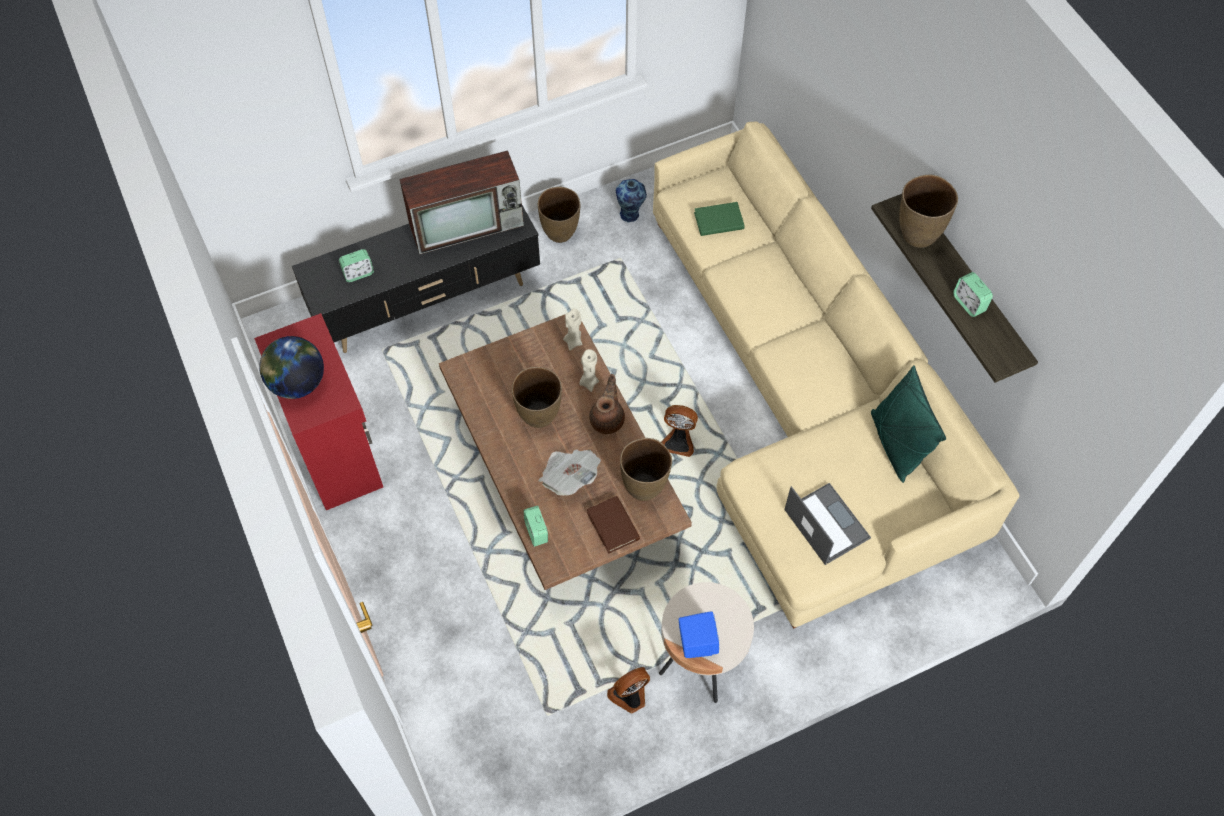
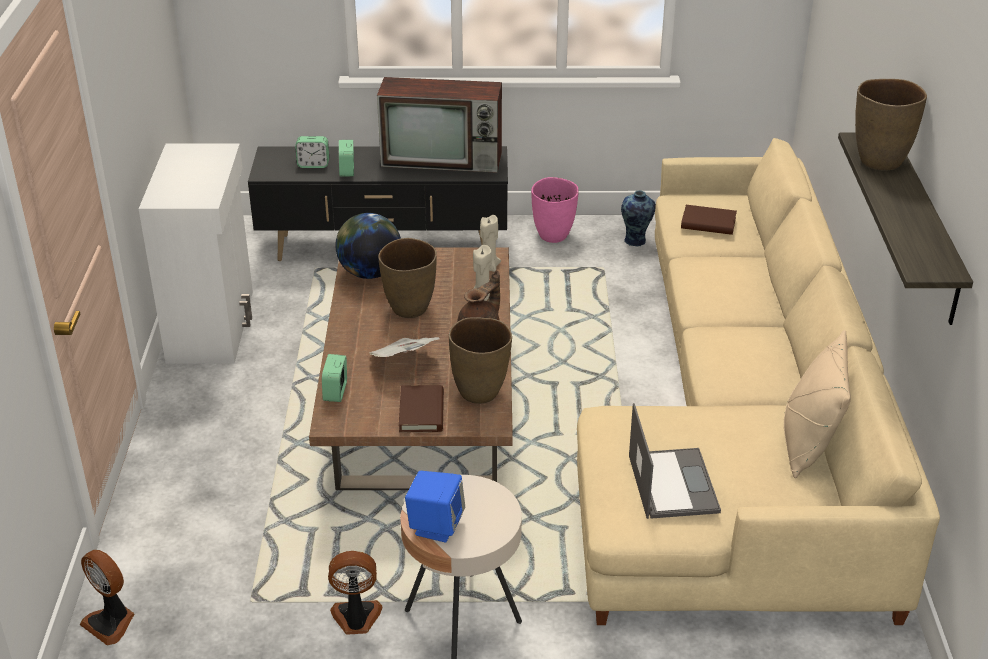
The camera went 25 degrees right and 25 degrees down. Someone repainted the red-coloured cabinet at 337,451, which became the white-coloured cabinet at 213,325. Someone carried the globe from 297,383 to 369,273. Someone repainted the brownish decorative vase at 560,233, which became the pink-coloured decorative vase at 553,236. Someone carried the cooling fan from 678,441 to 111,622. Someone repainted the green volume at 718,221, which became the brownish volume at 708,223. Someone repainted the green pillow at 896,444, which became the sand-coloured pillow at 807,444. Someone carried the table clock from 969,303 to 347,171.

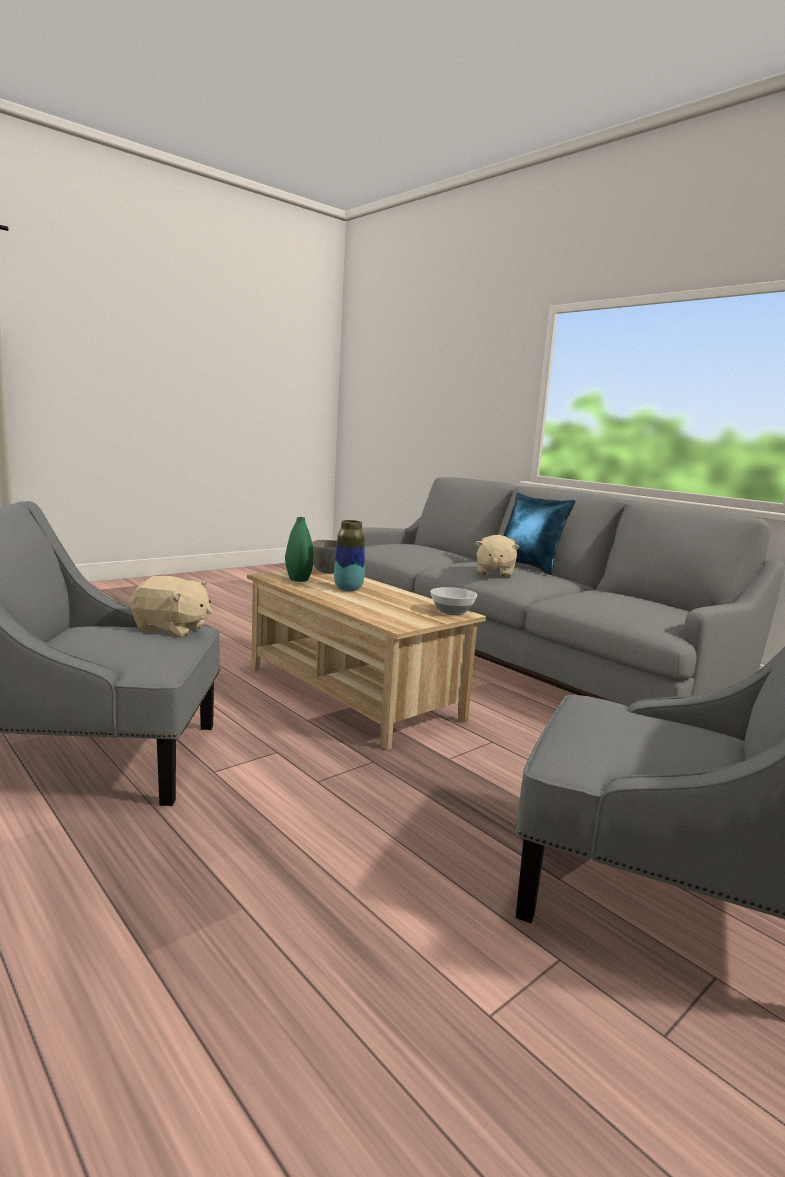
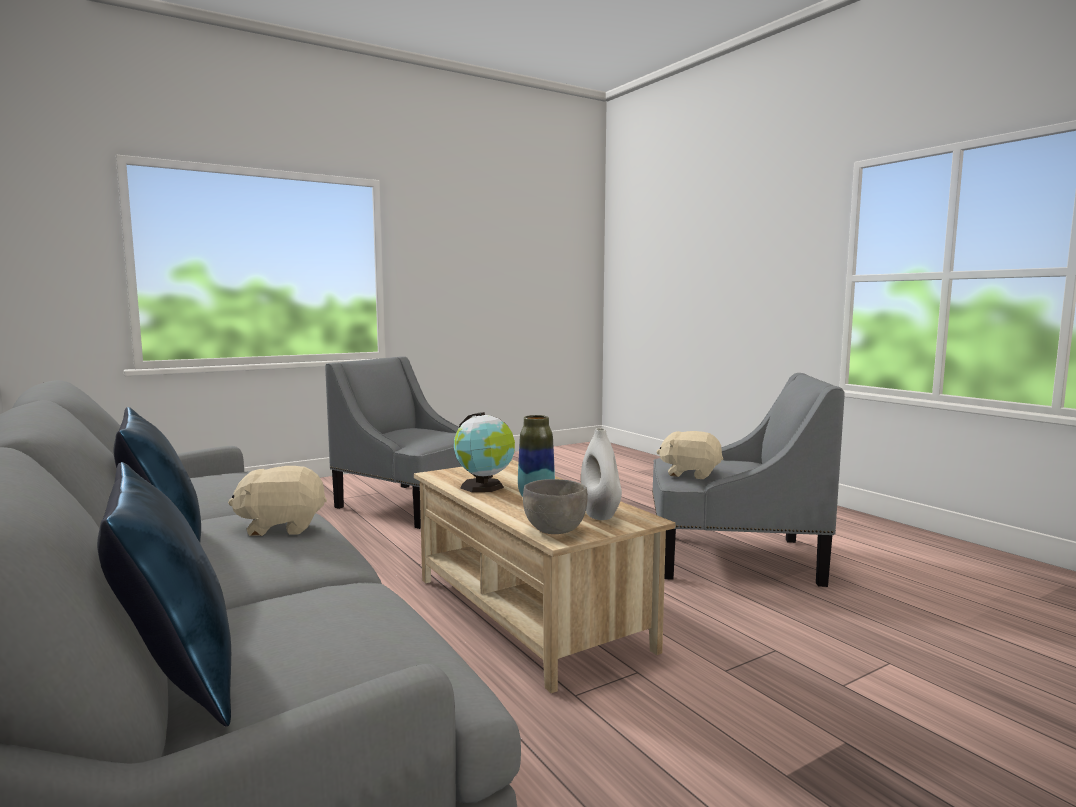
The camera went 170 degrees left and 5 degrees down. Someone repainted the green decorative vase at 298,578, which became the white-coloured decorative vase at 600,514. Someone took away the serving bowl at 451,612. Someone rotated the sand-coloured soft toy at 494,572 by 120 degrees counterclockwise. Someone put down the bluish pillow at 177,678. Someone put down the globe at 484,486.

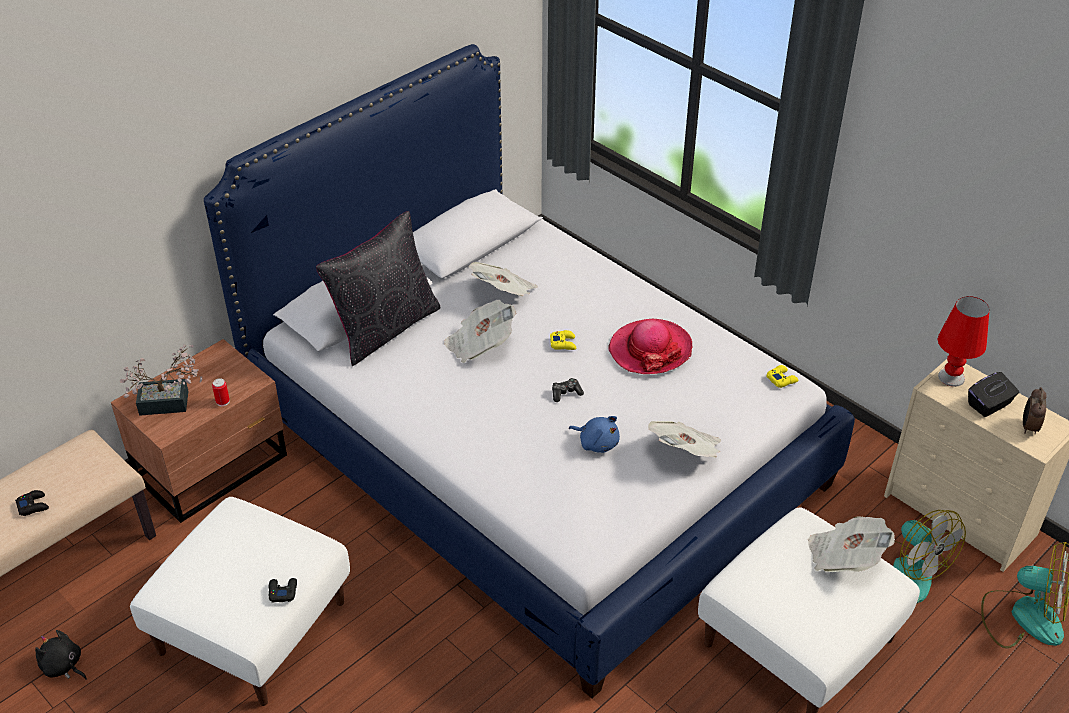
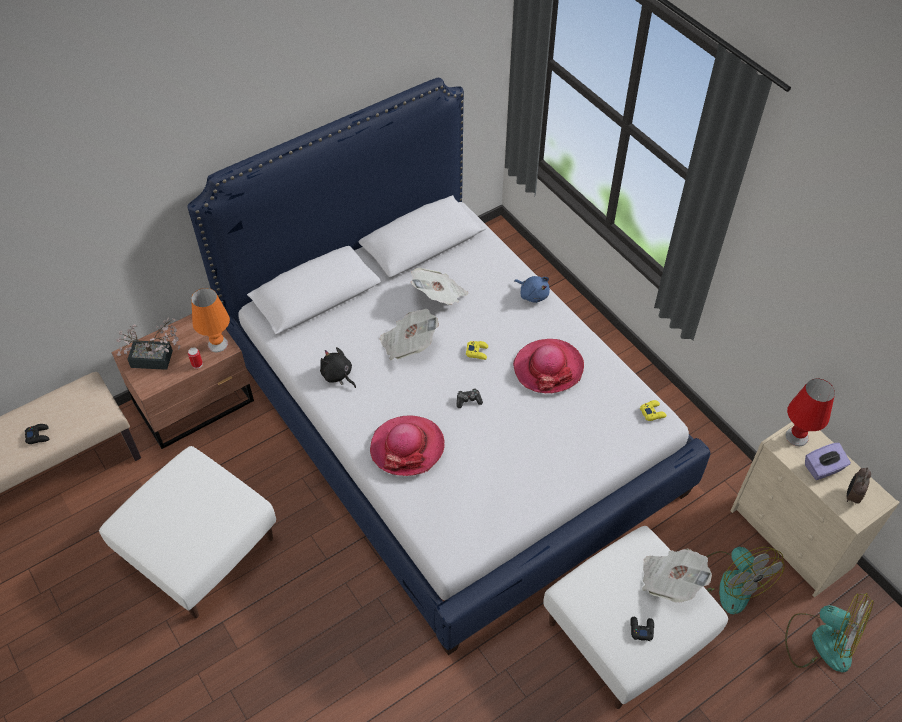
The camera went 10 degrees right and 10 degrees up. Someone carried the blackish soft toy from 63,666 to 338,375. Someone carried the blackish game controller from 282,592 to 641,629. Someone took away the blackish pillow at 385,328. Someone carried the bluish soft toy from 597,443 to 533,294. Someone took away the newspaper at 686,452. Someone repainted the blackish tissue holder at 989,405, which became the purplish tissue holder at 823,468. Someone put down the orange-coloured table lamp at 217,344. Someone put down the wearable hat at 407,447.

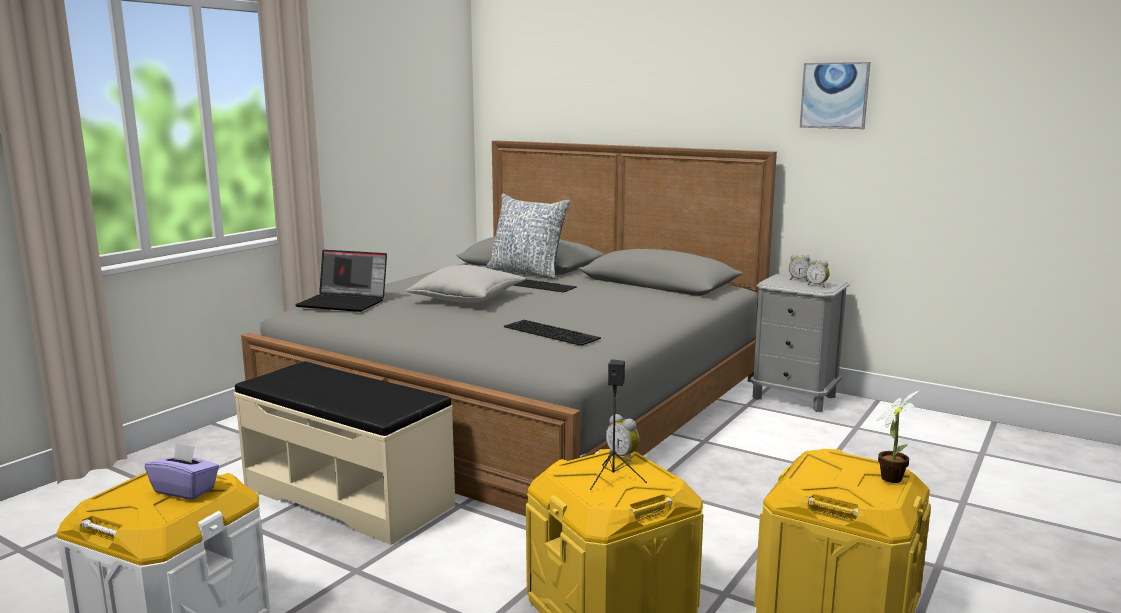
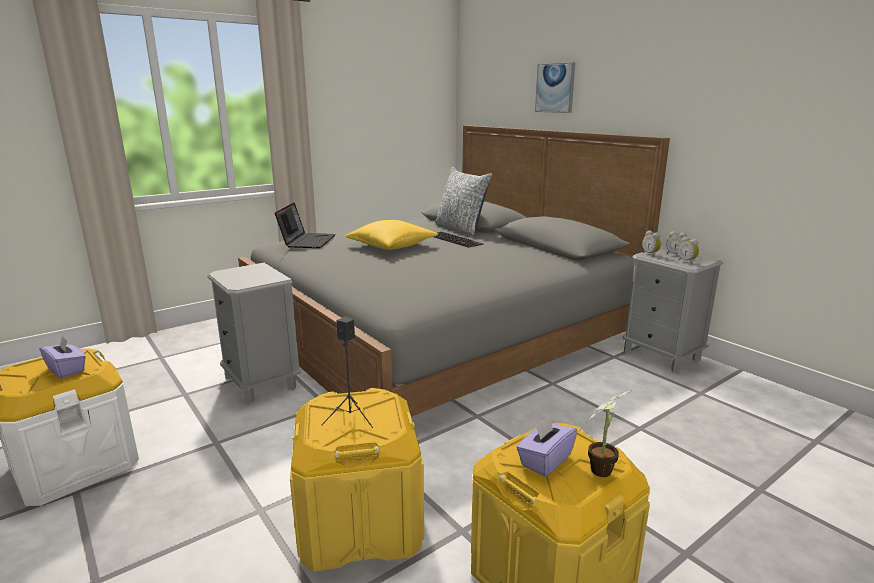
The camera went 20 degrees right and 5 degrees up. Someone swapped the sand-coloured long seat at 349,495 for the greyish nightstand at 261,382. Someone rotated the portable computer at 344,303 by 120 degrees counterclockwise. Someone repainted the greyish pillow at 467,299, which became the yellowish pillow at 392,246. Someone took away the PC keyboard at 553,332. Someone carried the table clock from 623,457 to 651,254. Someone carried the wall art from 834,95 to 555,88. Someone put down the purplish tissue holder at 545,460.

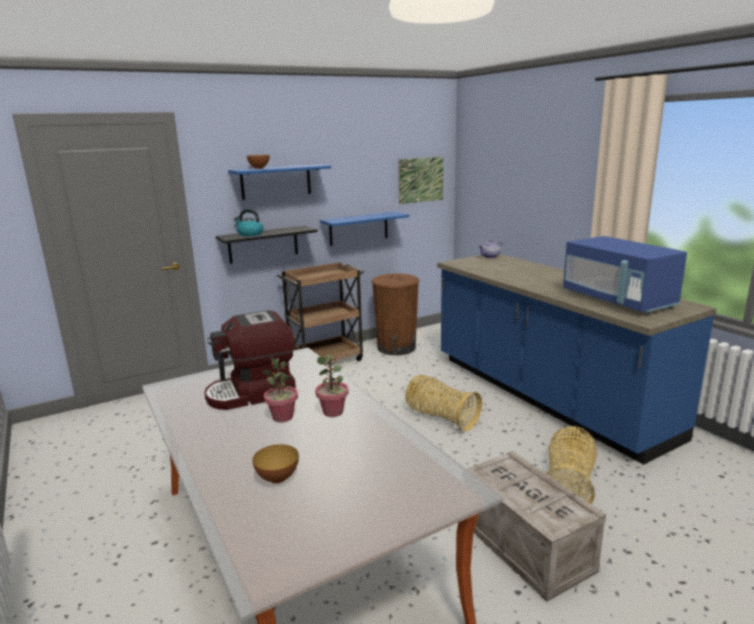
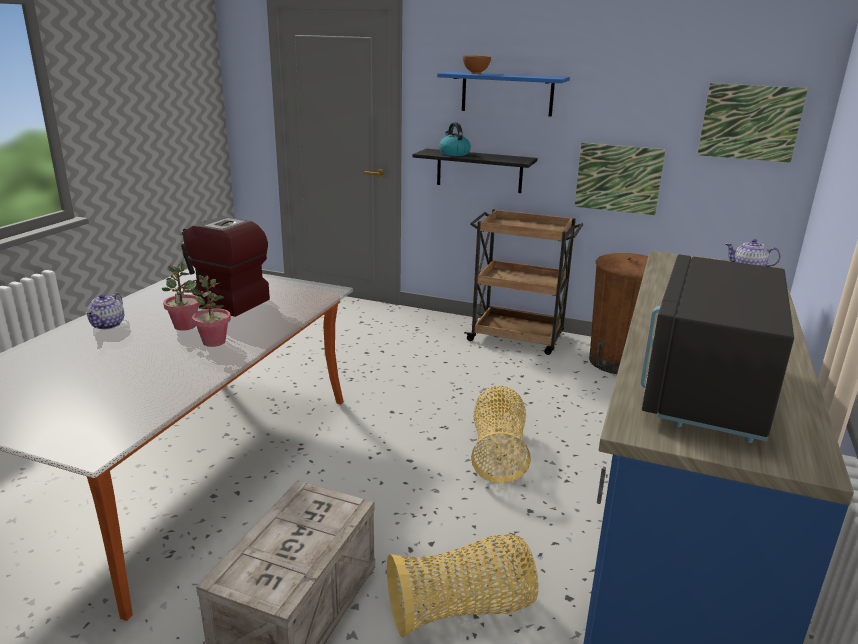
The camera went 50 degrees right and 5 degrees up. Someone took away the serving bowl at 277,478. Someone swapped the bluish wall shelf at 358,228 for the wall art at 618,178. Someone repainted the bluish microwave at 617,300, which became the blackish microwave at 705,390. Someone put down the tea pot at 108,325.

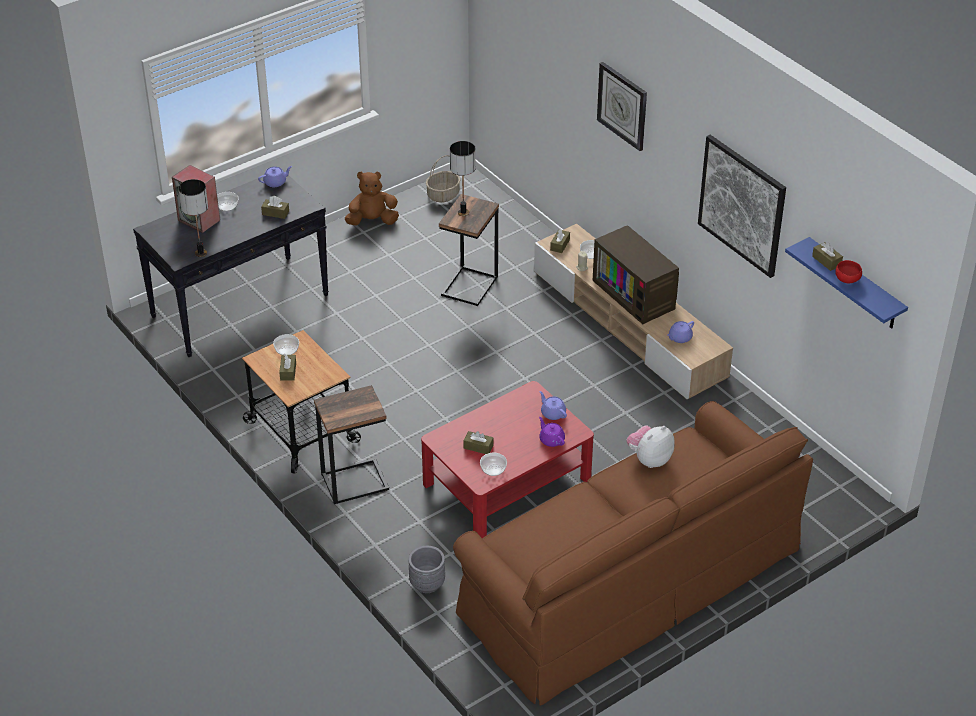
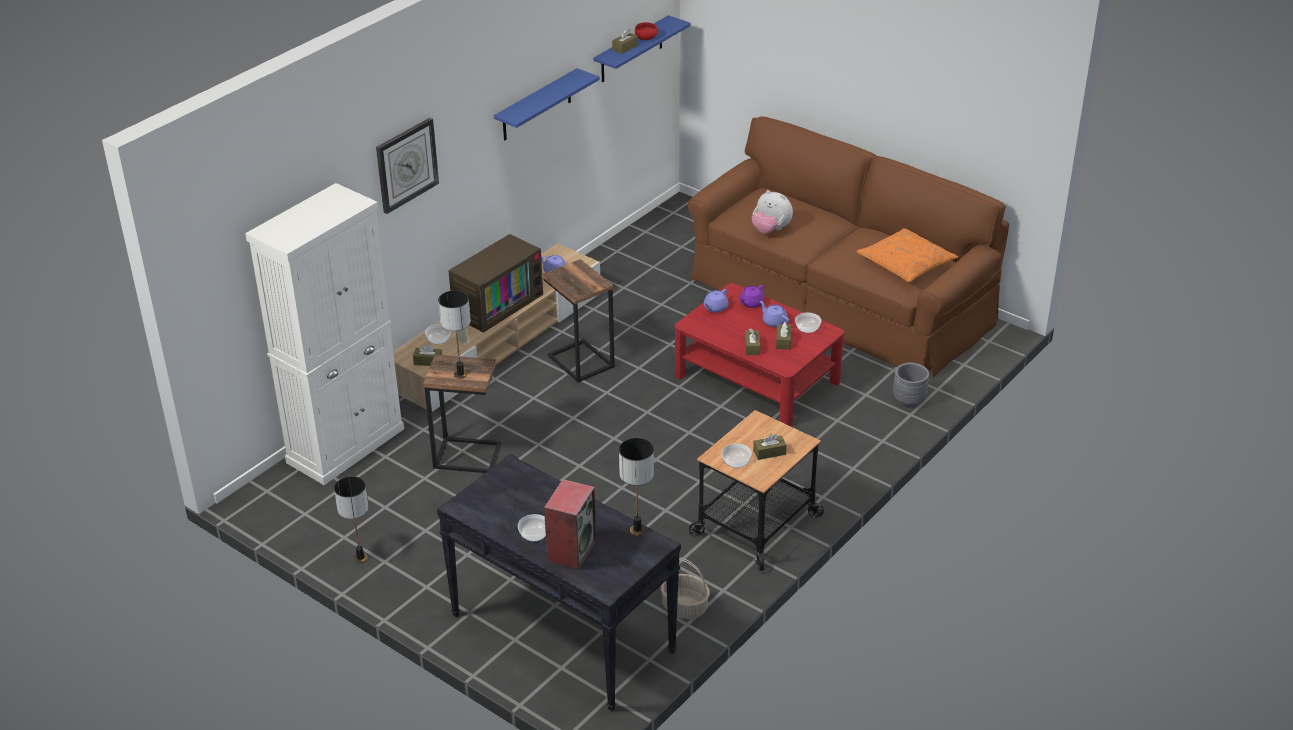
The camera went 105 degrees left and 5 degrees down. Someone carried the purplish tea pot from 275,182 to 774,321. Someone carried the brownish tissue holder from 275,213 to 752,347. Someone carried the side table from 354,481 to 580,362. Someone swapped the brownish soft toy at 372,221 for the table lamp at 360,558. Someone carried the basket from 443,195 to 685,607. Someone swapped the wall art at 742,205 for the bluish wall shelf at 536,105. Someone put down the white-coloured cabinet at 346,445. Someone put down the orange-coloured pillow at 906,263.

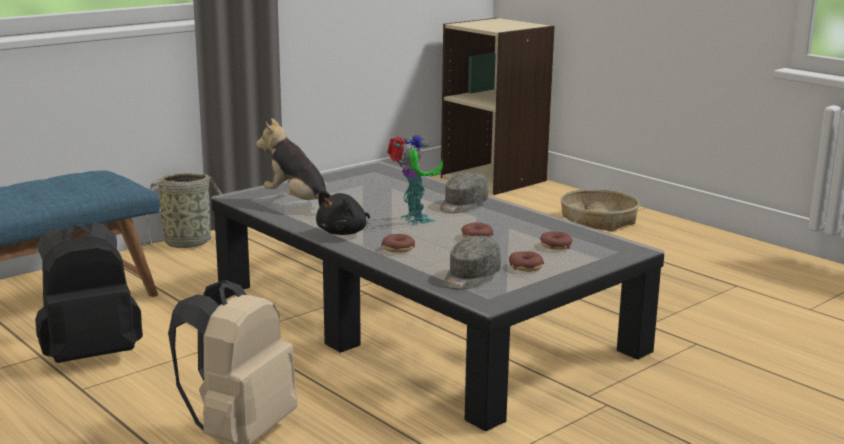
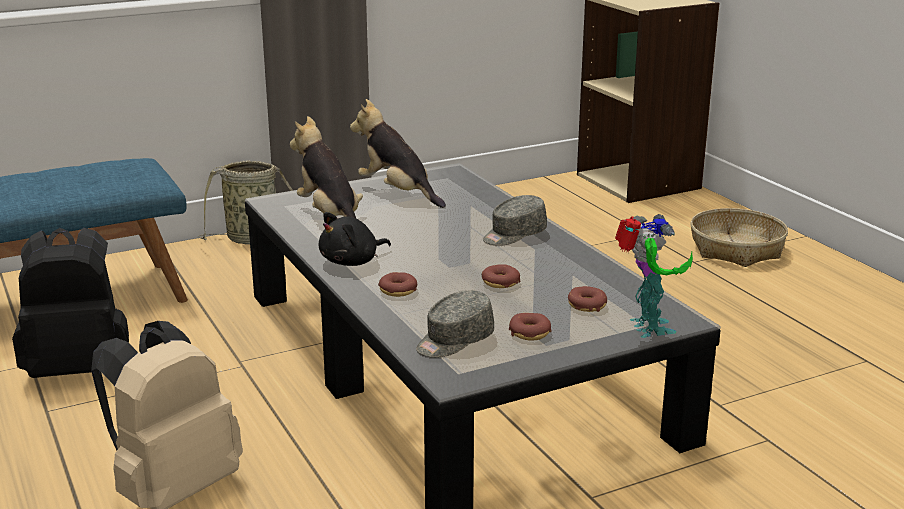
The camera went 15 degrees right and 5 degrees up. Someone carried the toy robot from 414,220 to 647,328. Someone put down the soft toy at 397,193.

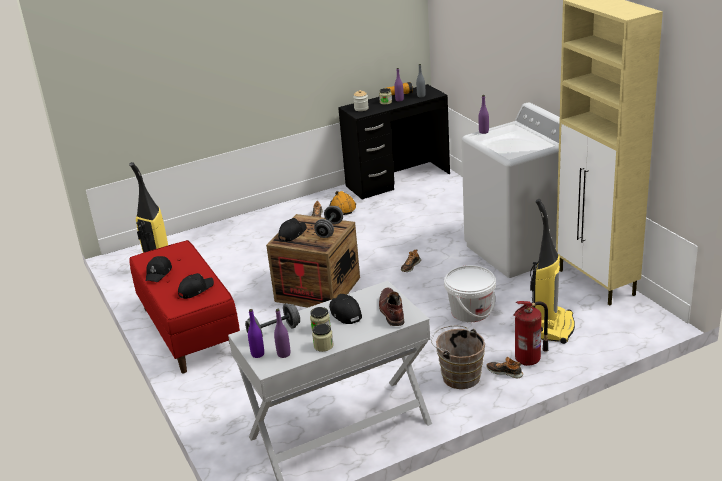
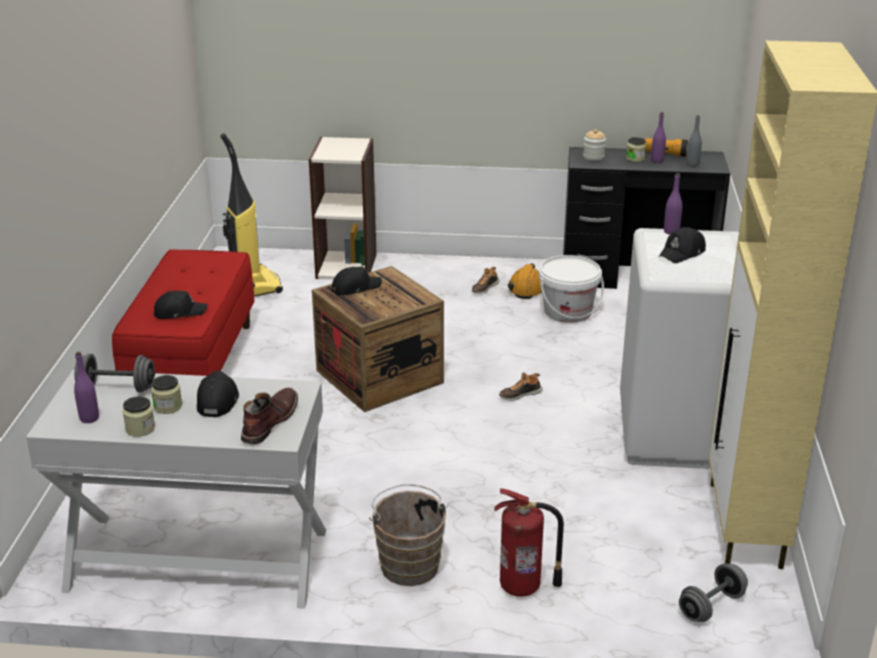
The camera went 30 degrees right and 0 degrees up. Someone carried the blackish cap from 159,273 to 682,253. Someone took away the purplish drink bottle at 257,354. Someone carried the greyish dumbbell from 329,230 to 711,606. Someone carried the white-coloured bucket from 470,311 to 568,311. Someone took away the item of footwear at 505,372. Someone took away the vacuum cleaner at 553,327. Someone put down the bookcase at 346,266.

